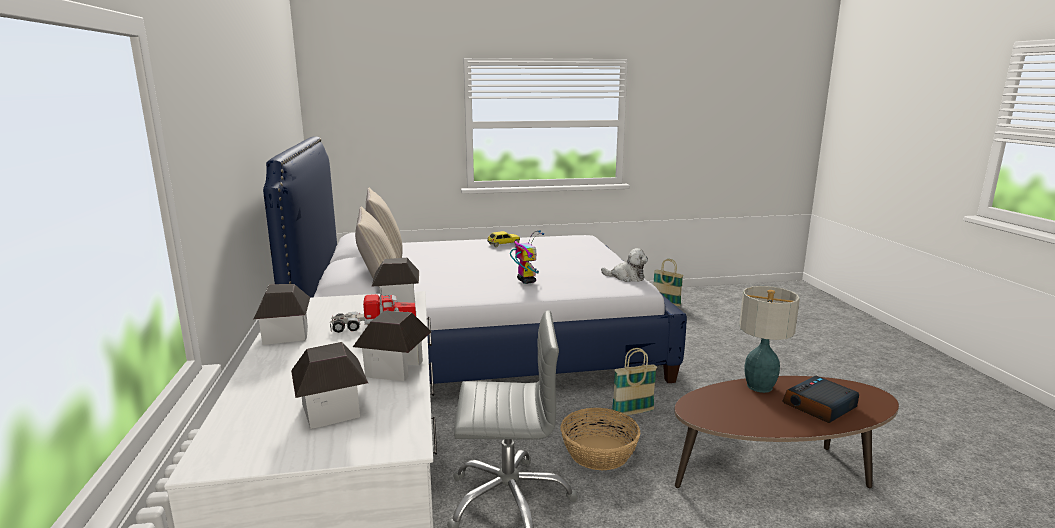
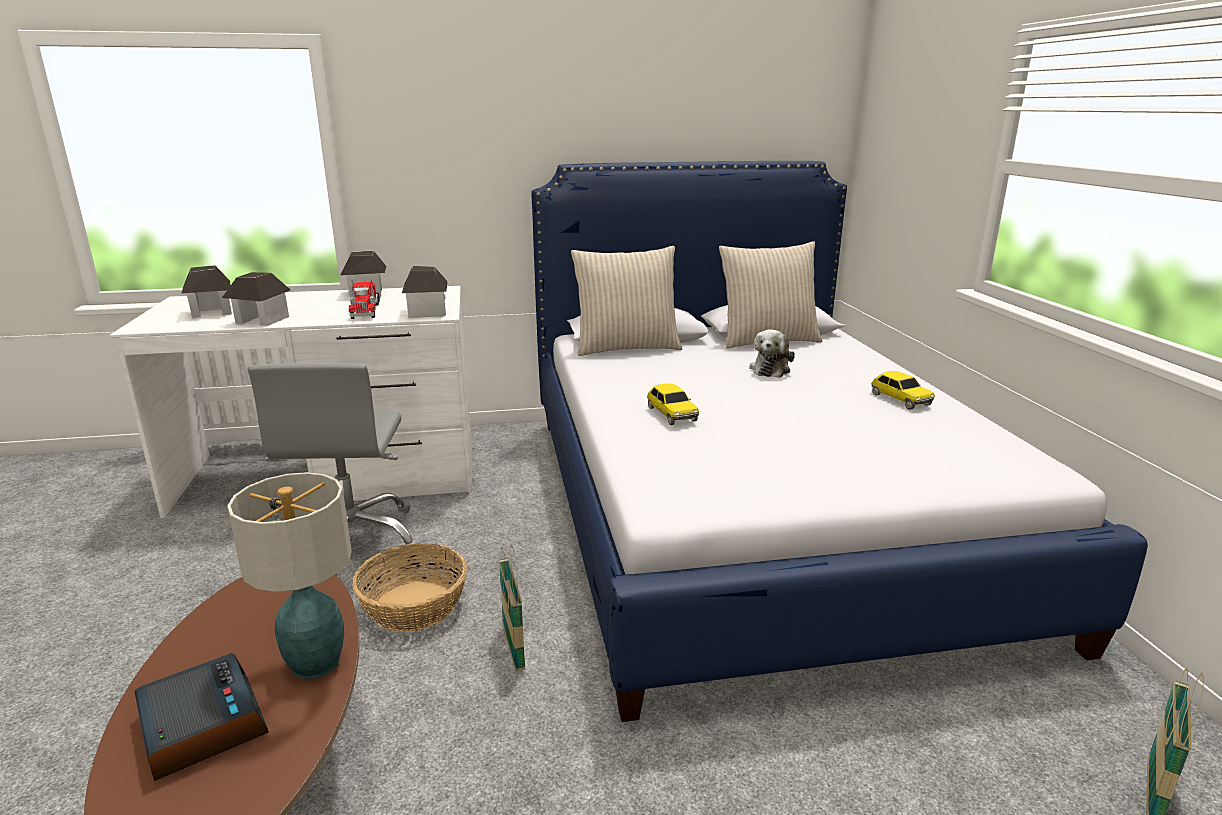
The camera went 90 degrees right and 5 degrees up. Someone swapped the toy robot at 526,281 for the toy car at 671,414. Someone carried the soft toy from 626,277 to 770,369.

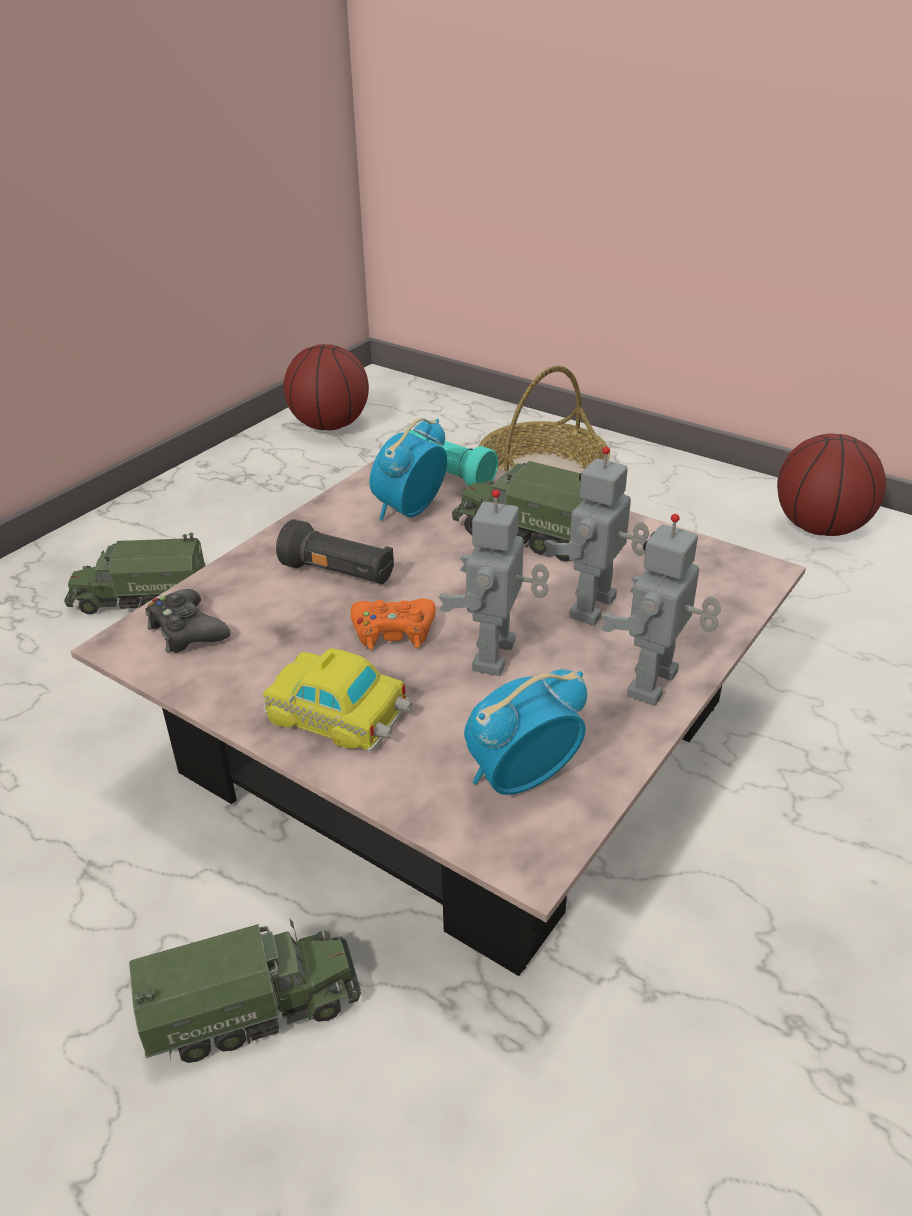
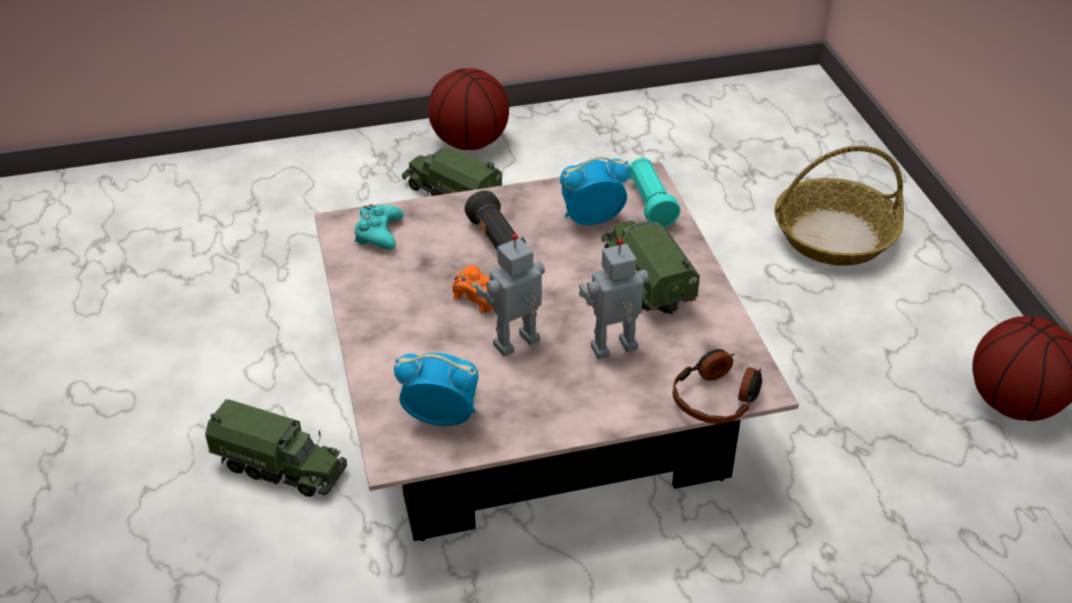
The camera went 40 degrees right and 5 degrees up. Someone repainted the blackish game controller at 187,631, which became the turquoise-coloured game controller at 378,233. Someone took away the toy car at 340,714. Someone carried the ball for basketball from 329,425 to 470,142. Someone took away the toy robot at 656,685. Someone put down the headset at 717,397.

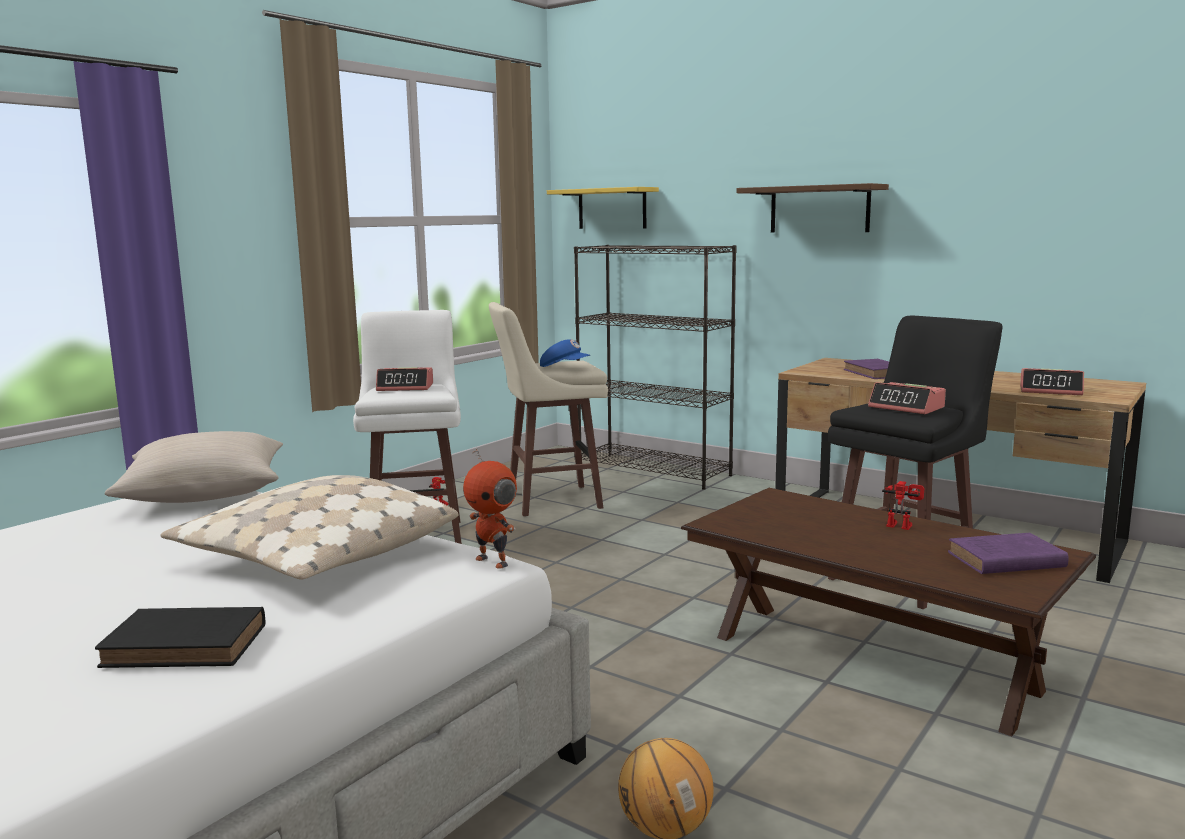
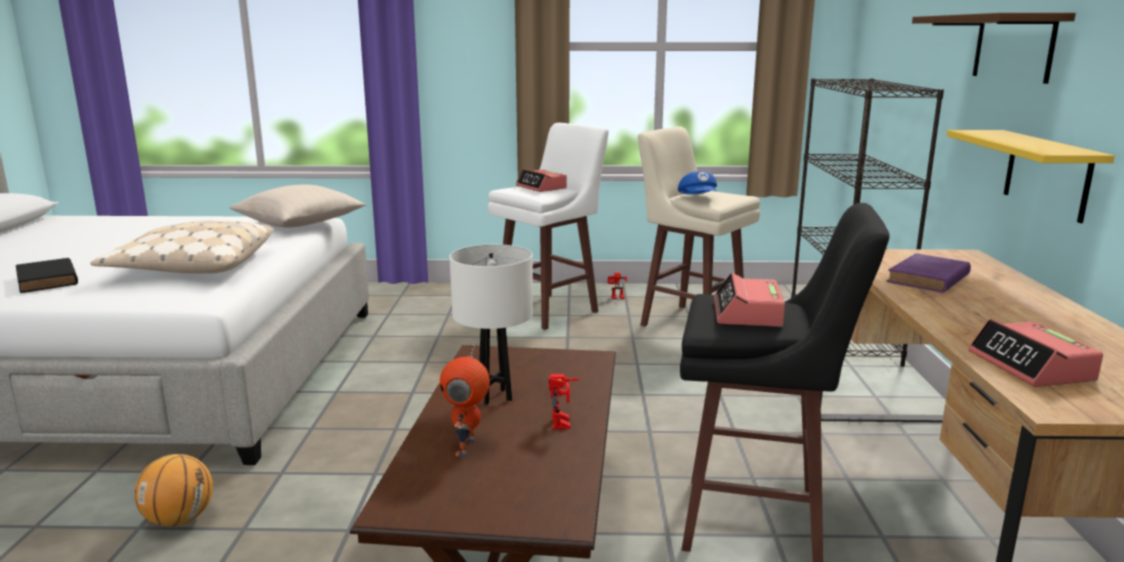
The camera went 55 degrees right and 5 degrees up. Someone carried the toy robot from 493,561 to 467,447. Someone carried the yellowish wall shelf from 612,208 to 1047,174. Someone took away the purplish volume at 1003,560. Someone put down the white-coloured table lamp at 494,397.

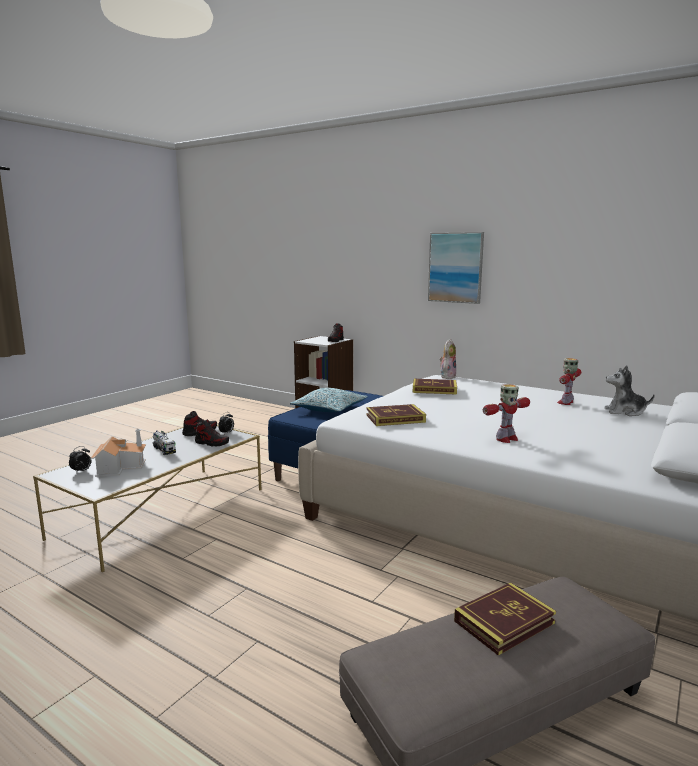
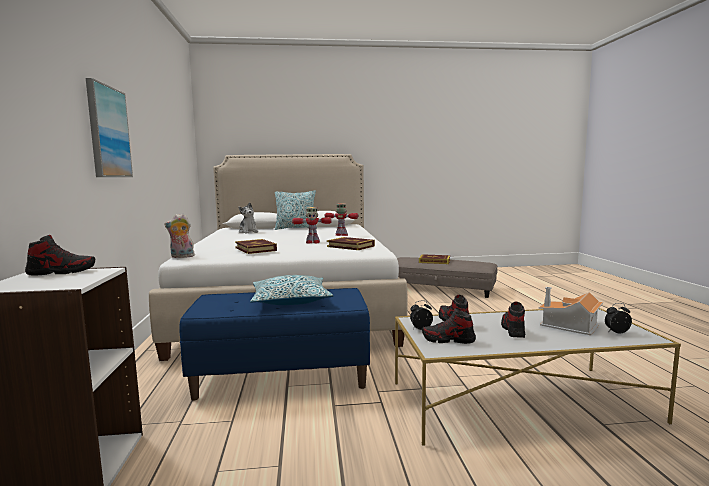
The camera went 130 degrees left and 5 degrees down. Someone swapped the toy lorry at 164,450 for the item of footwear at 513,330. Someone carried the toy robot from 566,402 to 312,242. Someone put down the pillow at 296,228.

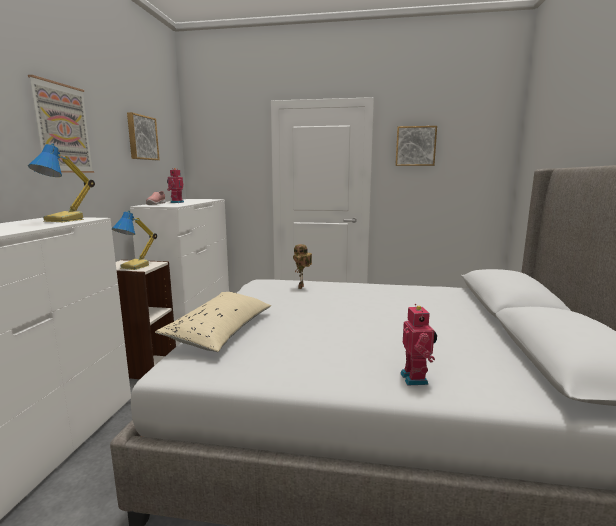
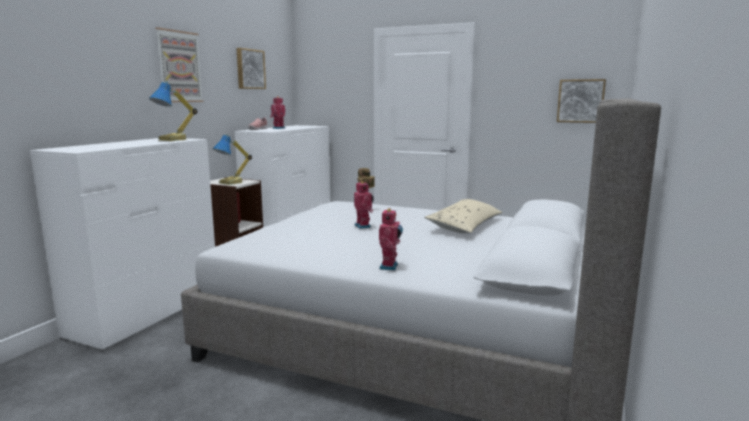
The camera went 15 degrees right and 0 degrees up. Someone carried the sand-coloured pillow from 221,331 to 465,226. Someone carried the wall art from 415,146 to 580,101. Someone put down the toy robot at 363,226.

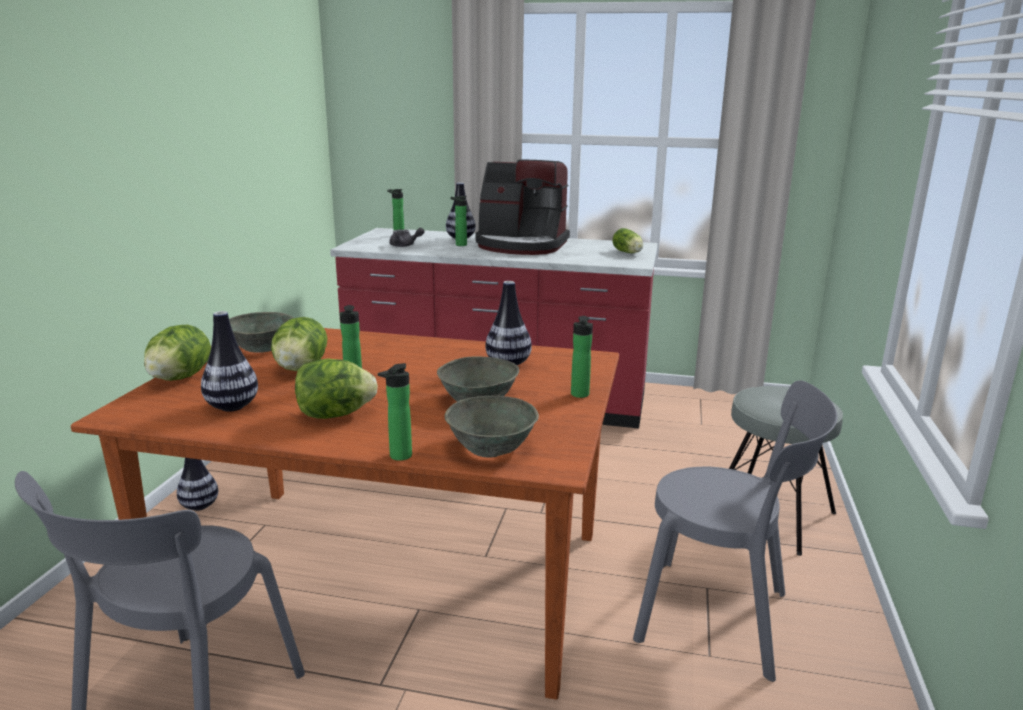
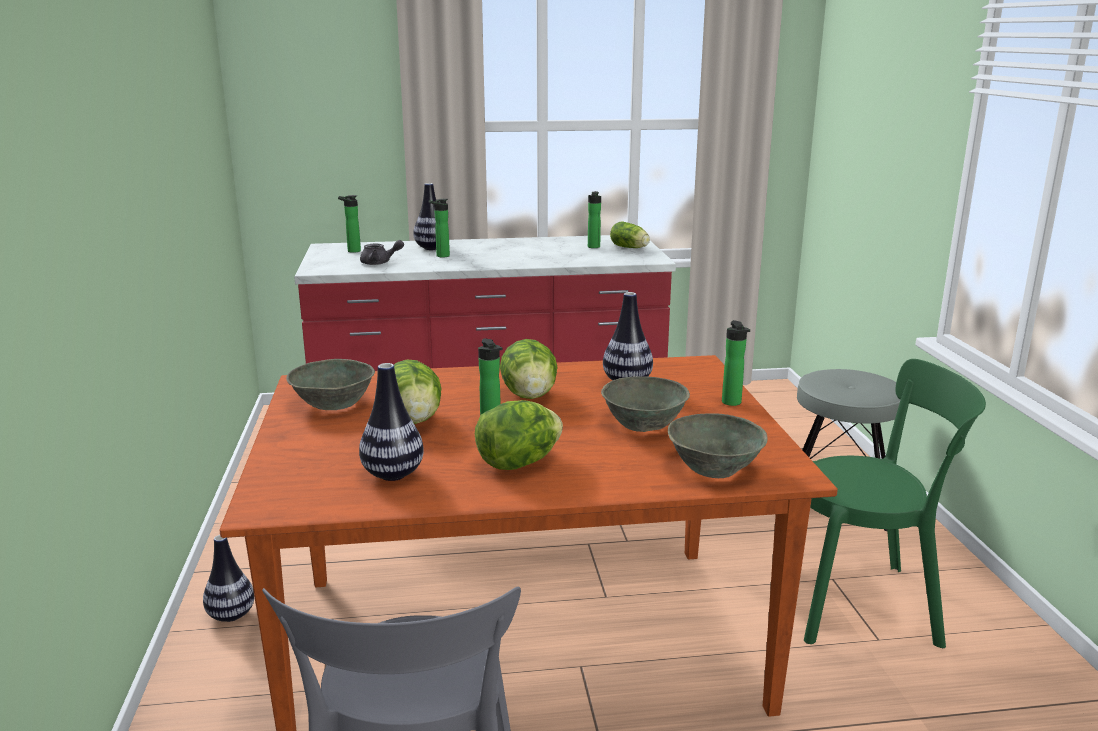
The camera went 20 degrees left and 0 degrees up. Someone carried the lettuce head from 180,378 to 529,396. Someone carried the drink bottle from 398,457 to 593,247. Someone took away the coffee brewer at 521,245. Someone repainted the greyish plain chair at 721,618, which became the green plain chair at 865,604.

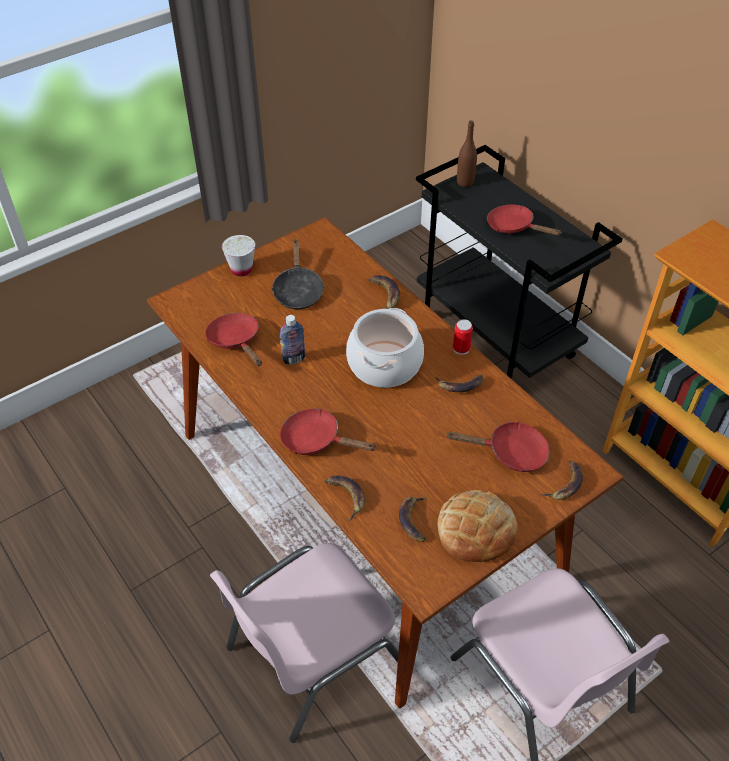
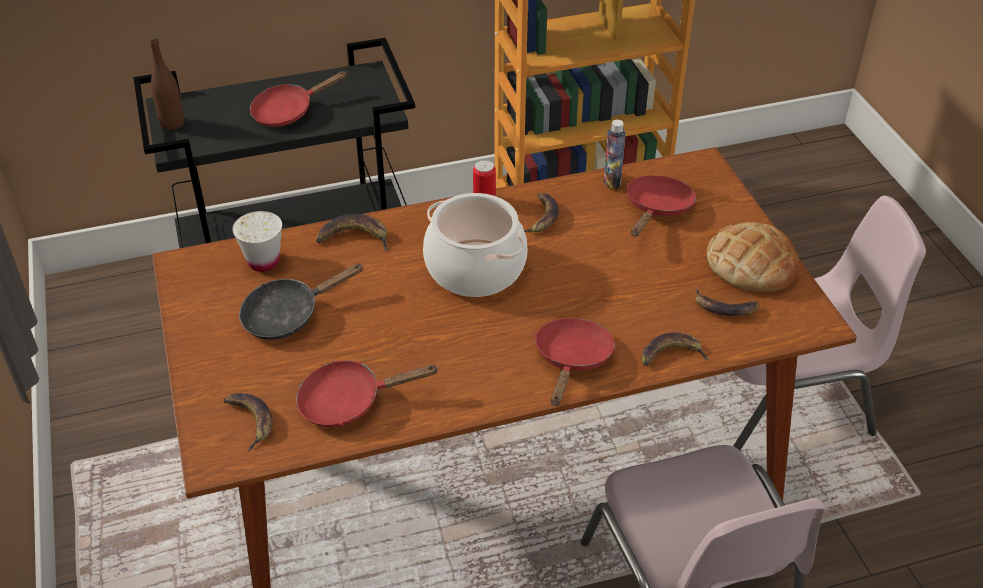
The camera went 70 degrees left and 5 degrees down. Someone carried the white-coloured small cup from 241,270 to 263,262. Someone rotated the blackish skillet at 298,290 by 135 degrees clockwise. Someone carried the drink bottle from 294,359 to 612,181. Someone rotated the red-coloured skillet at 316,440 by 150 degrees clockwise. Someone carried the whole banana from 565,484 to 249,420.

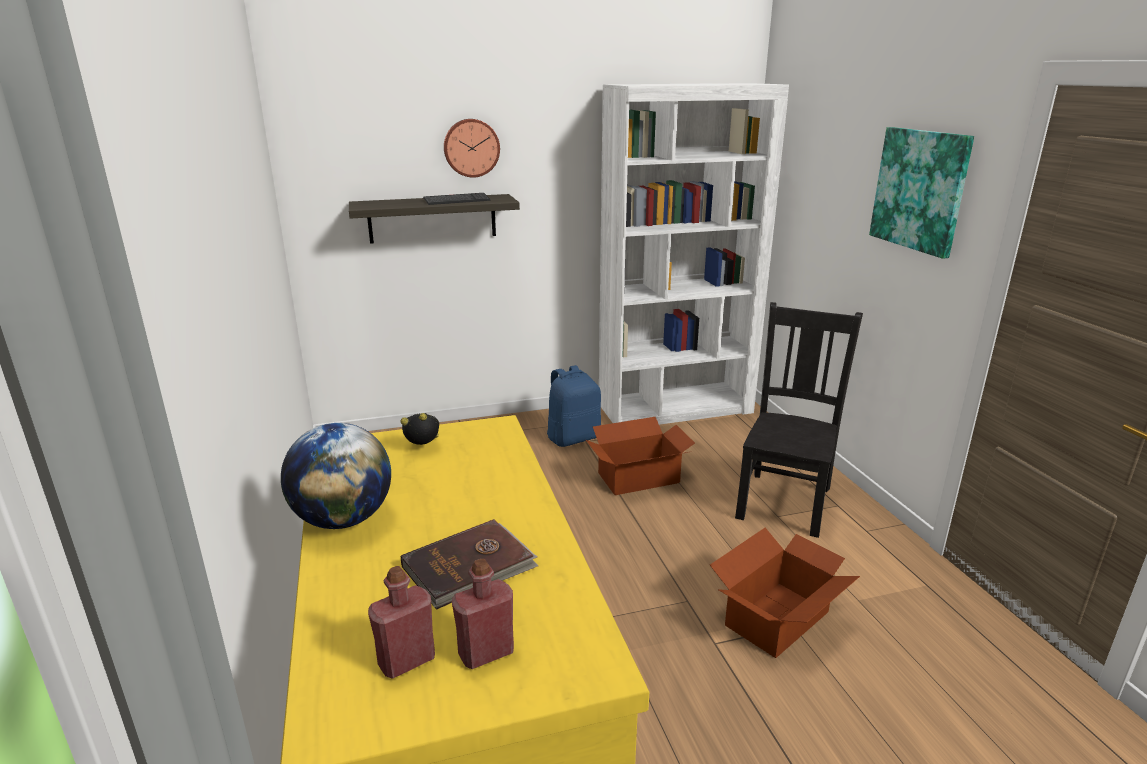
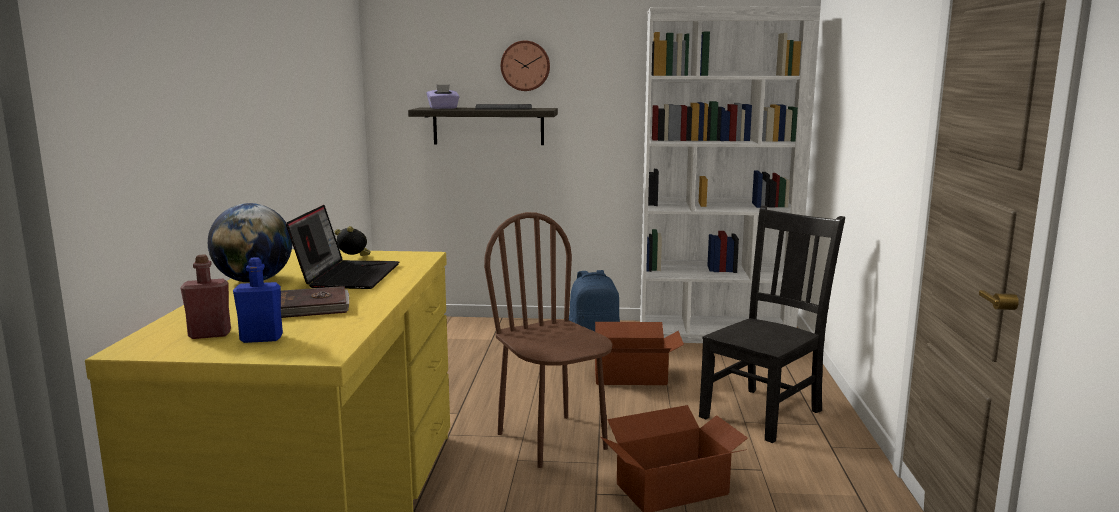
The camera went 20 degrees right and 10 degrees down. Someone repainted the red-coloured drink bottle at 486,653, which became the bluish drink bottle at 261,338. Someone took away the wall art at 920,190. Someone put down the portable computer at 347,275. Someone put down the purplish tissue holder at 443,108. Someone put down the brownish plain chair at 552,441.

